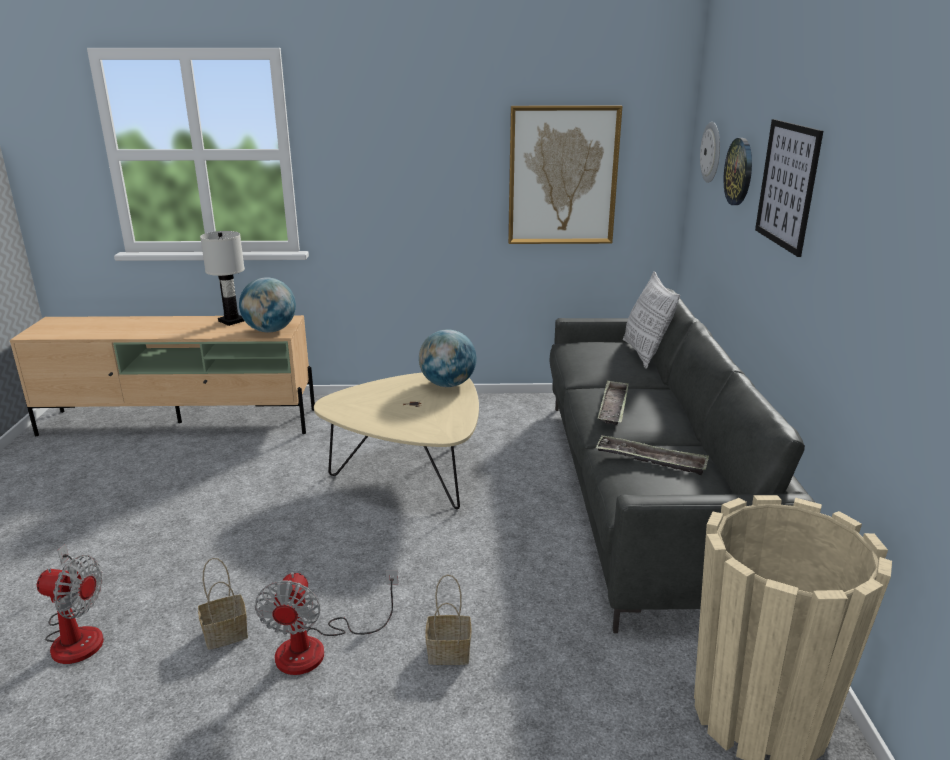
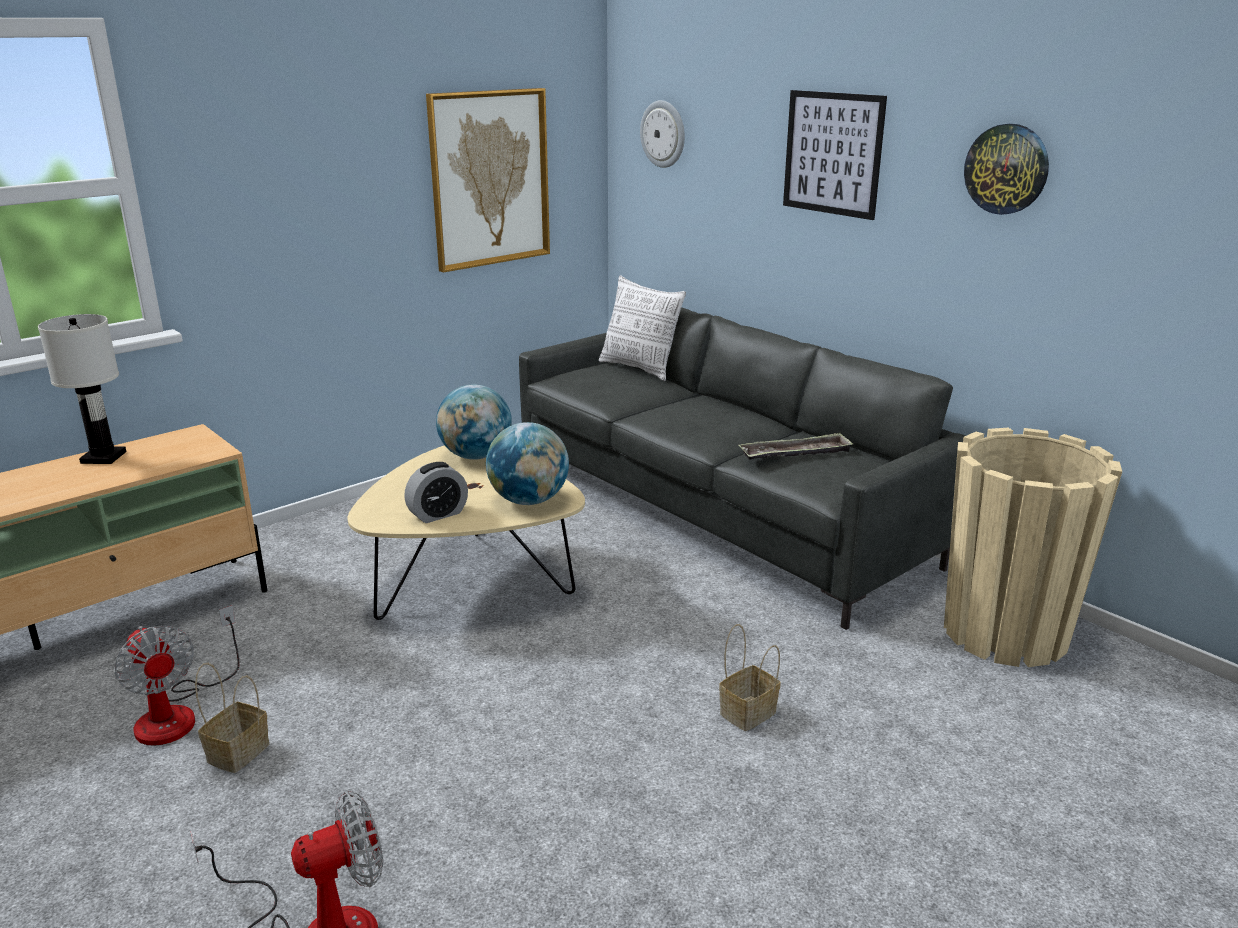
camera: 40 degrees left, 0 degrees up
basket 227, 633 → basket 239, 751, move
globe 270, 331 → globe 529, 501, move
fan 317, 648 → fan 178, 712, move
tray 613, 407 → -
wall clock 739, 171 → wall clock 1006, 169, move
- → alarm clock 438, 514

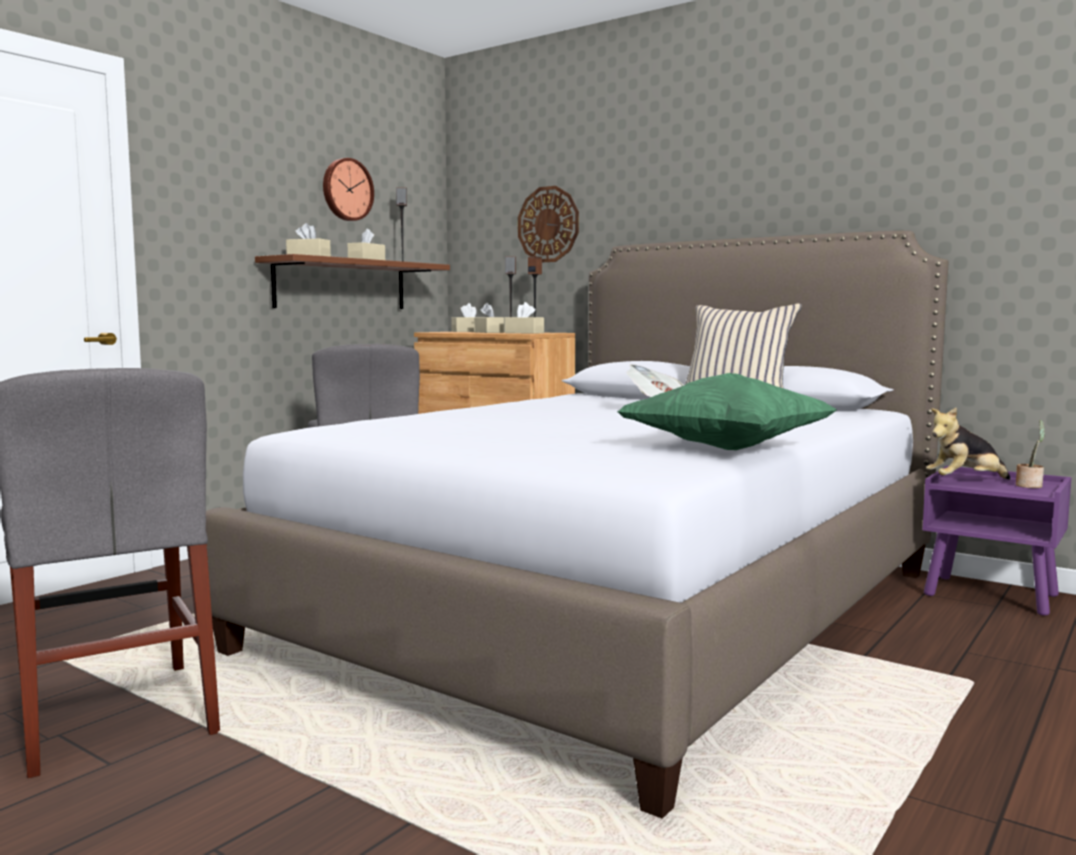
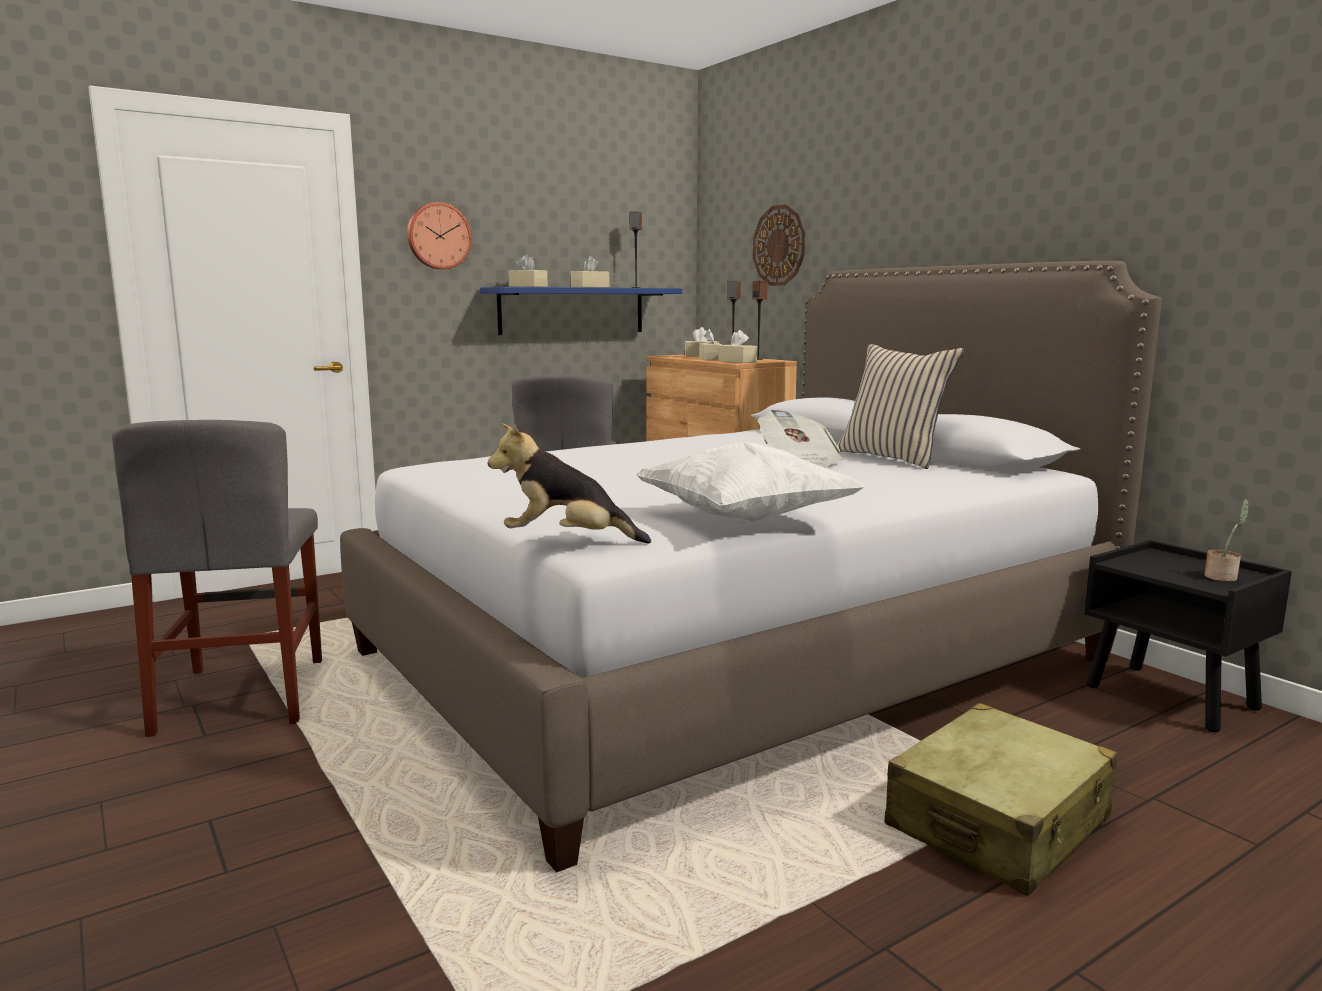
camera: 20 degrees right, 5 degrees up
shelf (brown) 341, 285 → shelf (blue) 572, 310
wall clock 346, 190 → wall clock 438, 236, move
pillow (green) 726, 448 → pillow (white) 744, 519
nightstand (purple) 992, 595 → nightstand (black) 1173, 698
plush toy 965, 482 → plush toy 567, 541, move
- → suitcase (beige) 998, 823

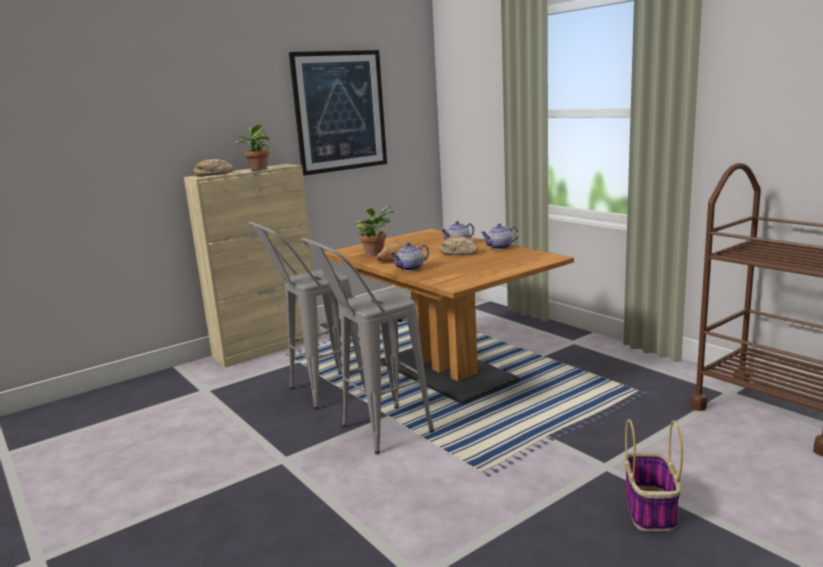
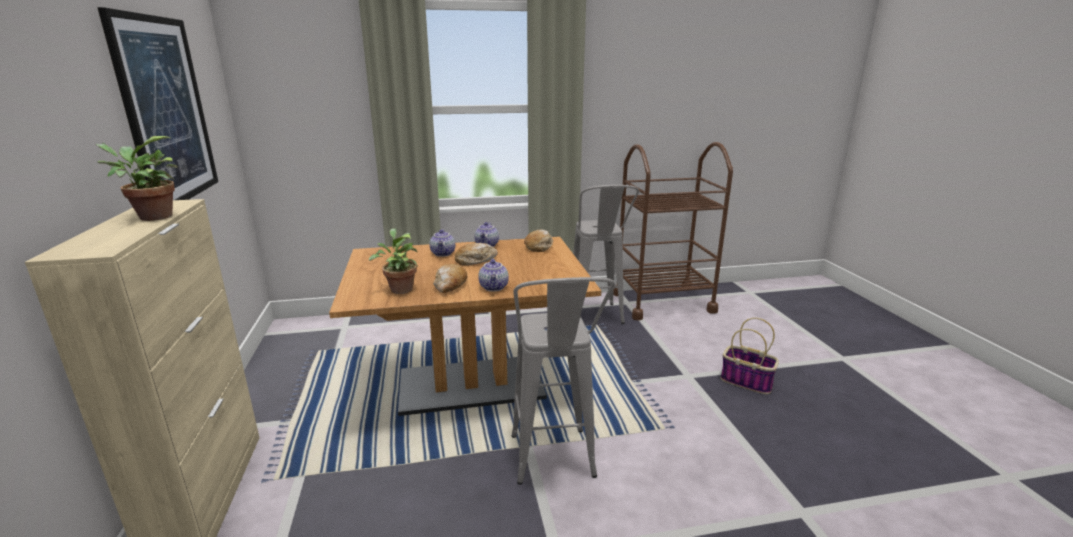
camera: 65 degrees left, 5 degrees up
bread 213, 174 → bread 539, 246, move
stool (grey) 317, 394 → stool (grey) 597, 319, move

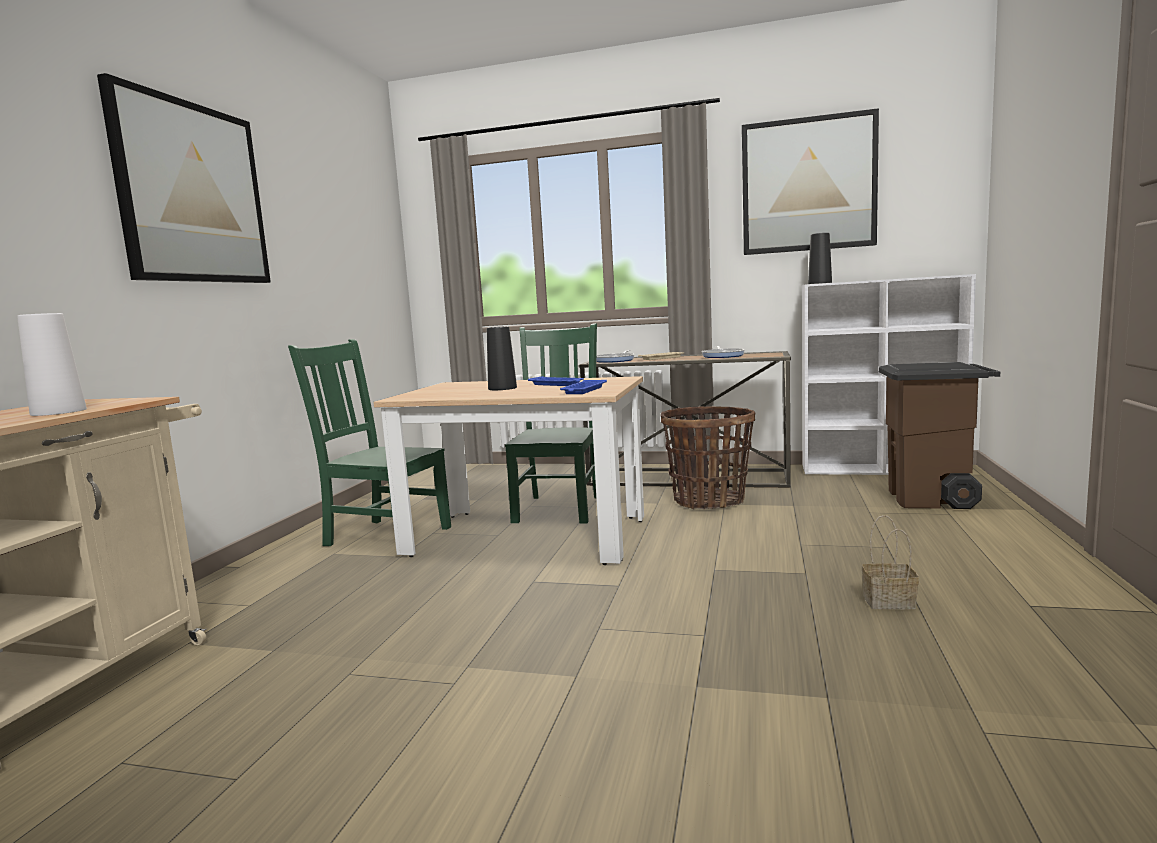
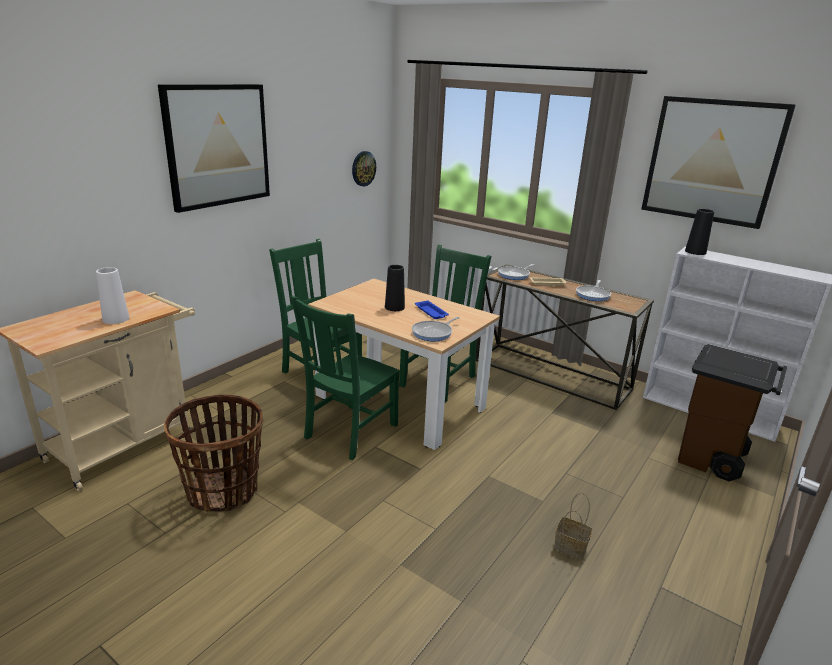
camera: 20 degrees right, 15 degrees up
tray (blue) 583, 390 → frying pan 434, 333
basket 709, 501 → basket 223, 491, move
- → chair (green) 349, 432
- → wall clock 363, 168

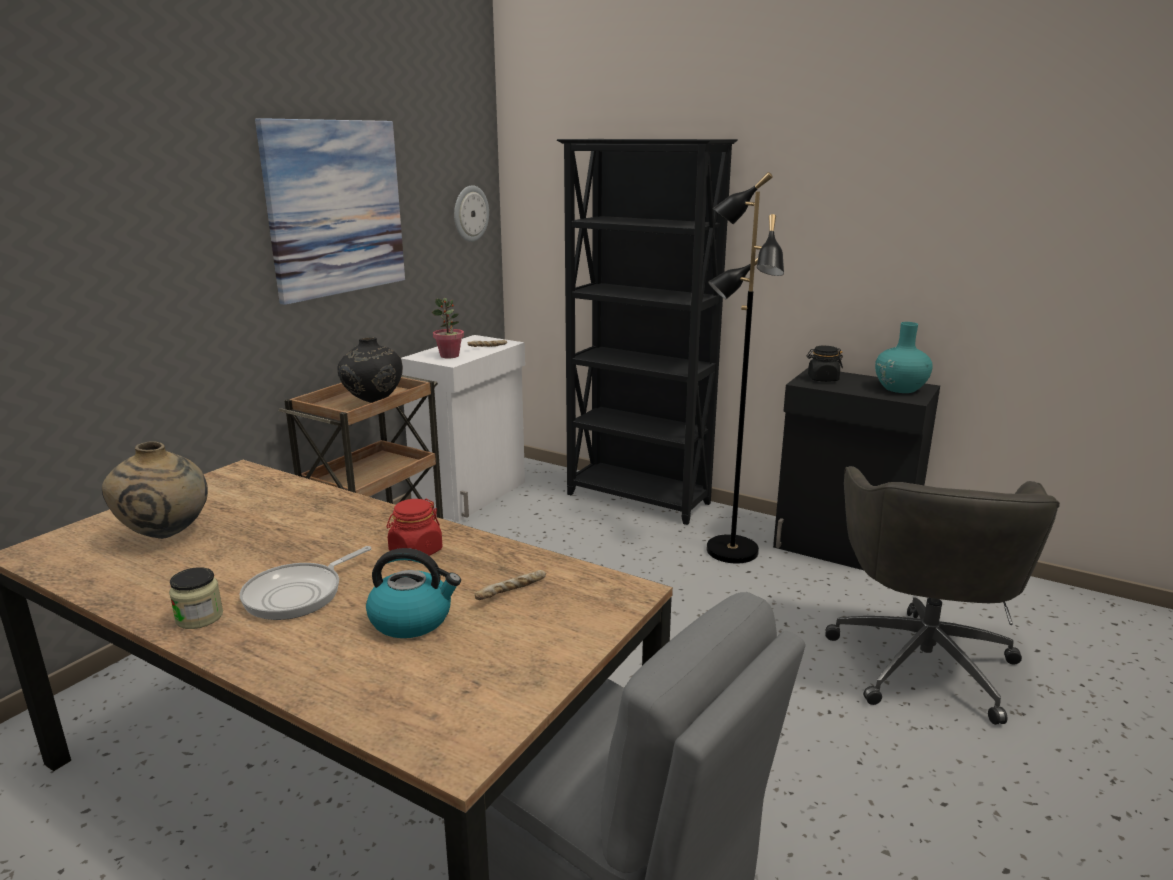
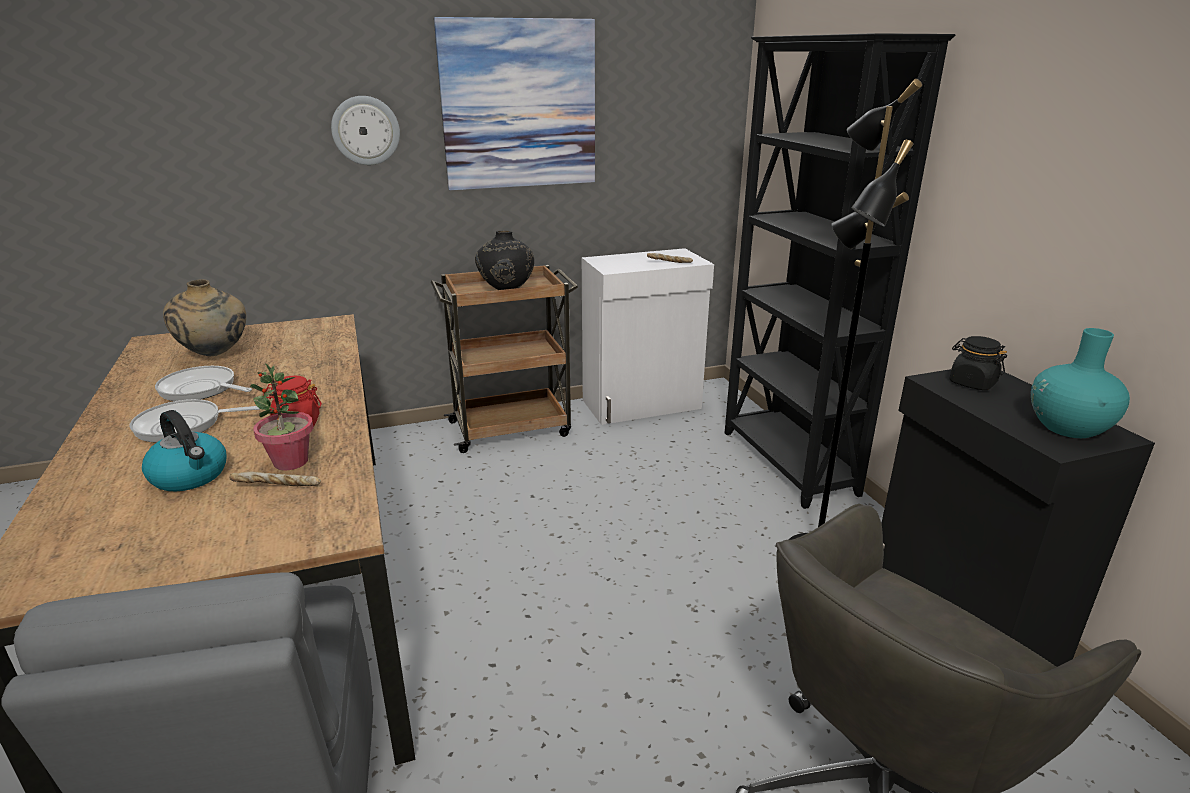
camera: 40 degrees right, 5 degrees up
jar 199, 617 → -
potted plant 449, 356 → potted plant 290, 462, move
wall clock 470, 213 → wall clock 365, 130, move
- → frying pan 201, 389

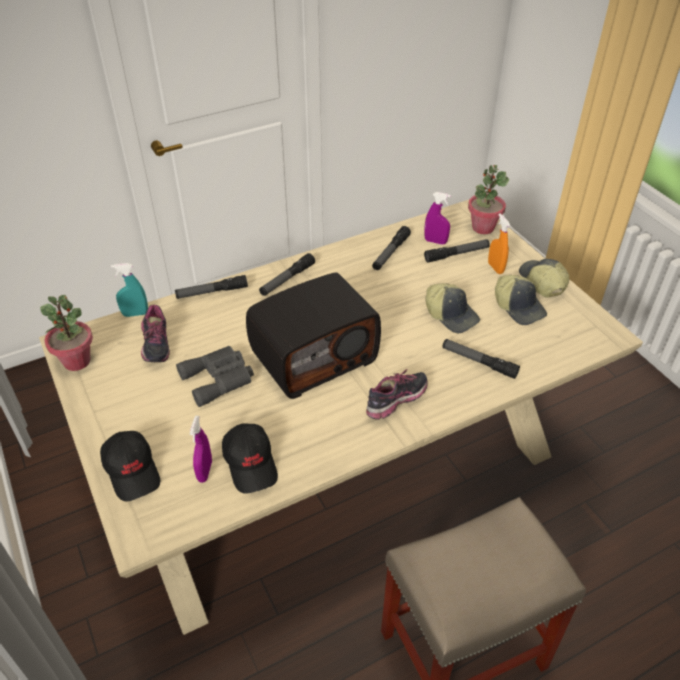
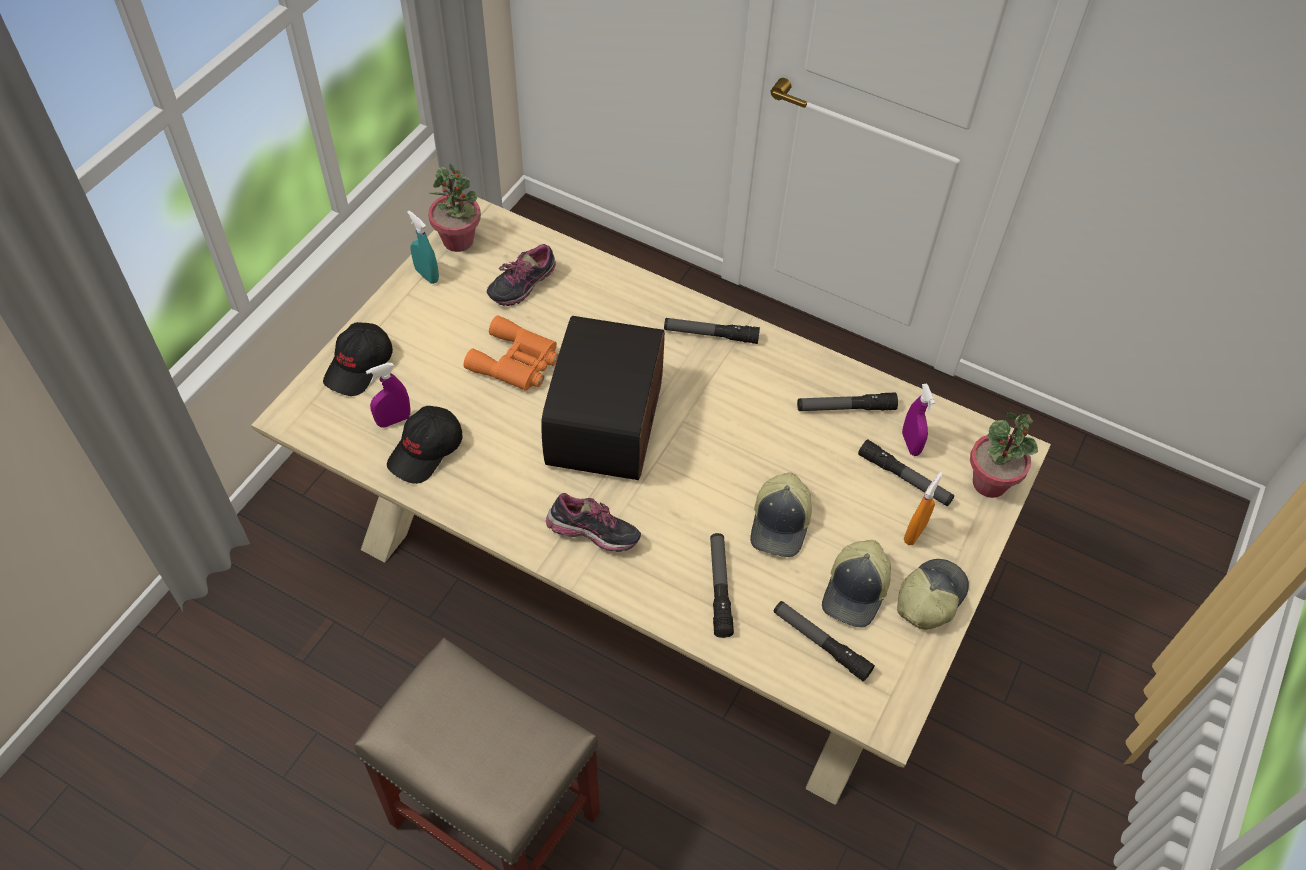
camera: 55 degrees right, 10 degrees up
spray bottle (turquoise) 135, 314 → spray bottle (turquoise) 427, 275, move
flashlight 212, 292 → flashlight 821, 643, move
binoculars (grey) 219, 378 → binoculars (orange) 516, 362
radio 314, 356 → radio 608, 425, 75 degrees clockwise

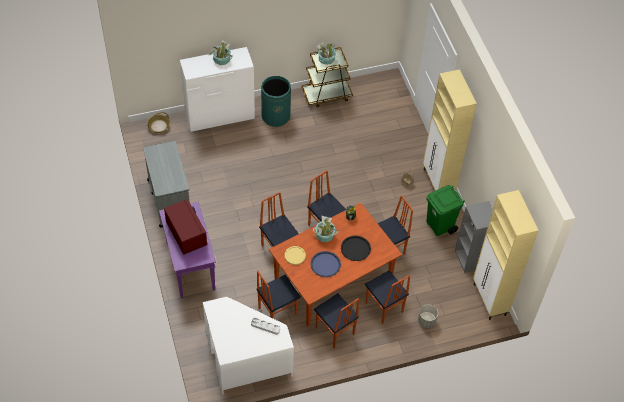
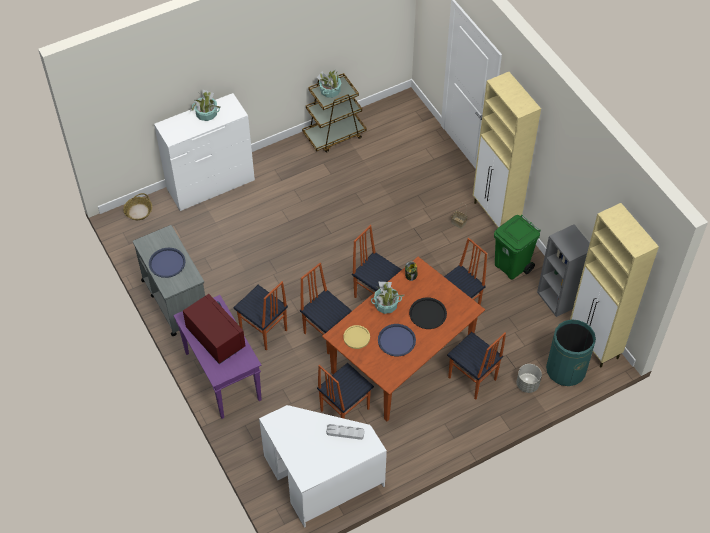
camera: 10 degrees left, 0 degrees up
trash can (green) 276, 116 → trash can (green) 565, 369, move
chair 334, 331 → chair 263, 331, move
- → tray (blue) 167, 263

